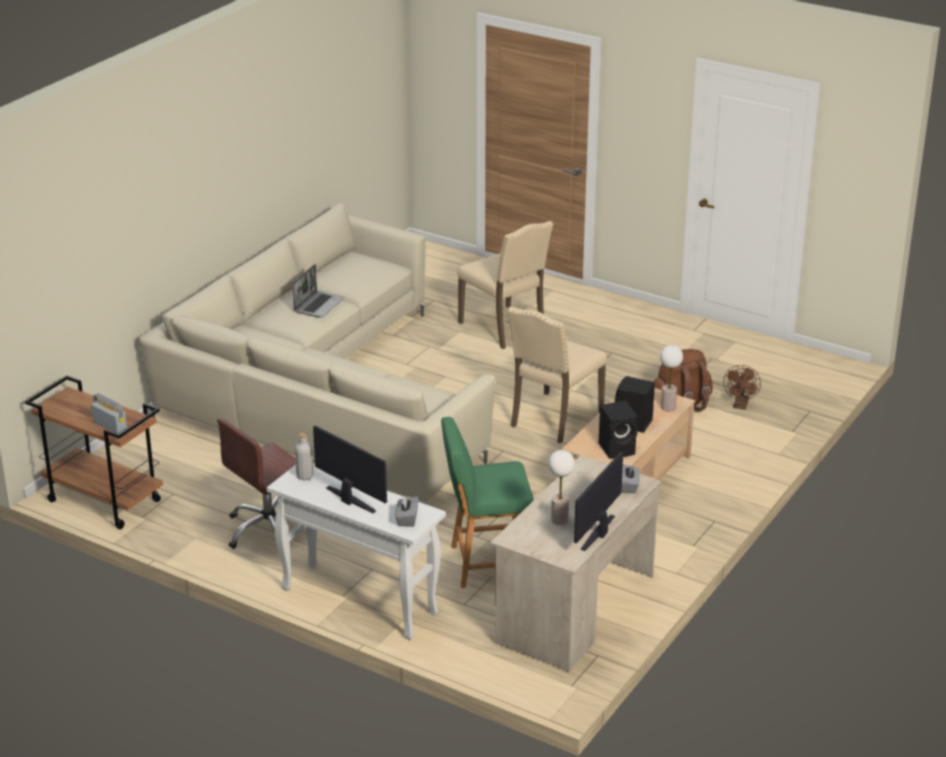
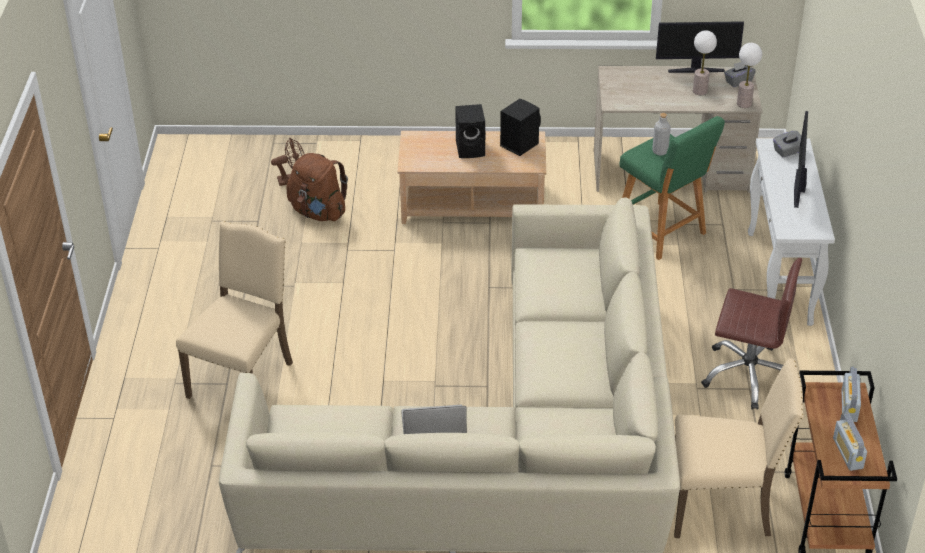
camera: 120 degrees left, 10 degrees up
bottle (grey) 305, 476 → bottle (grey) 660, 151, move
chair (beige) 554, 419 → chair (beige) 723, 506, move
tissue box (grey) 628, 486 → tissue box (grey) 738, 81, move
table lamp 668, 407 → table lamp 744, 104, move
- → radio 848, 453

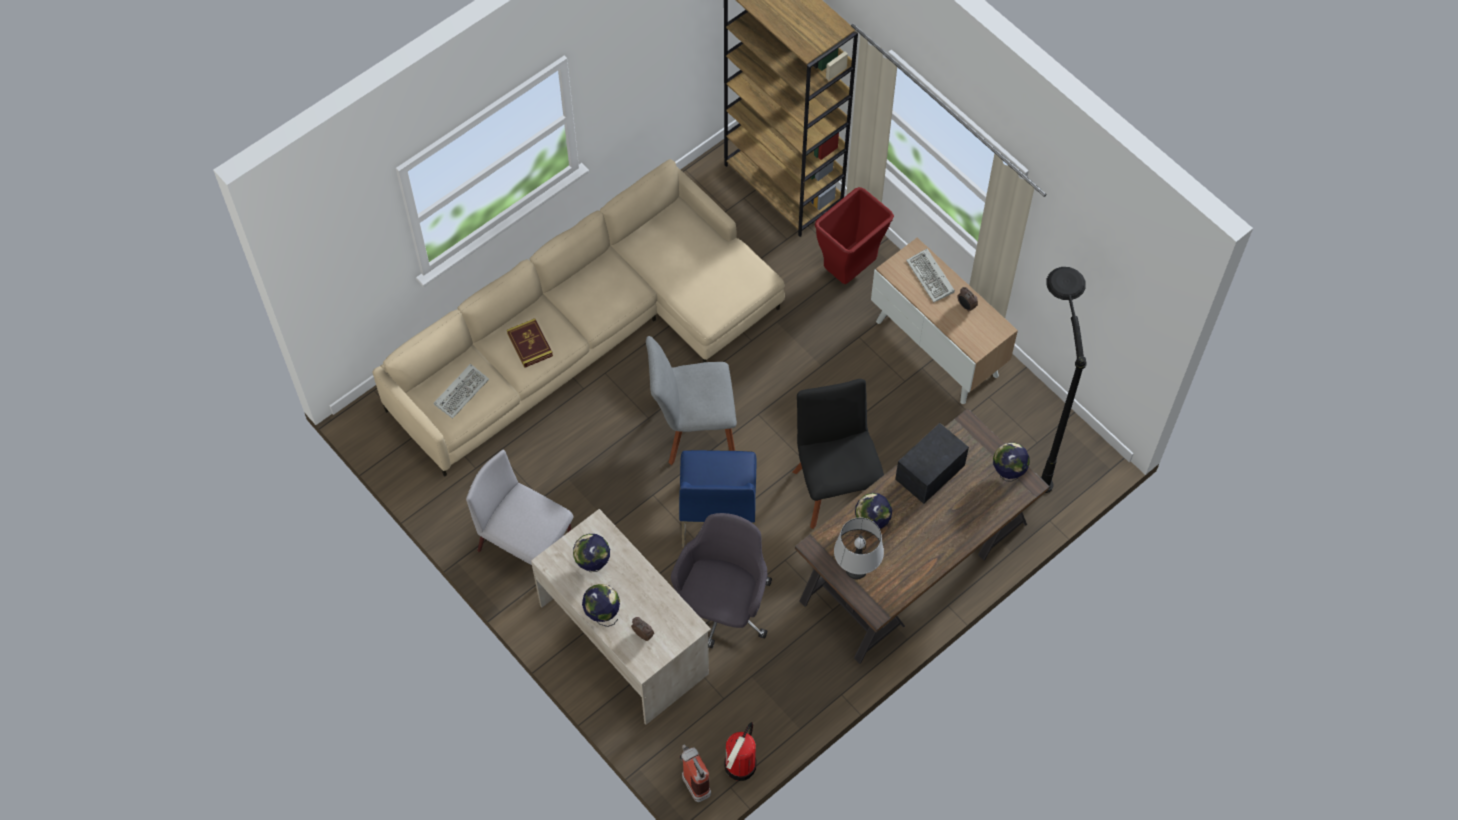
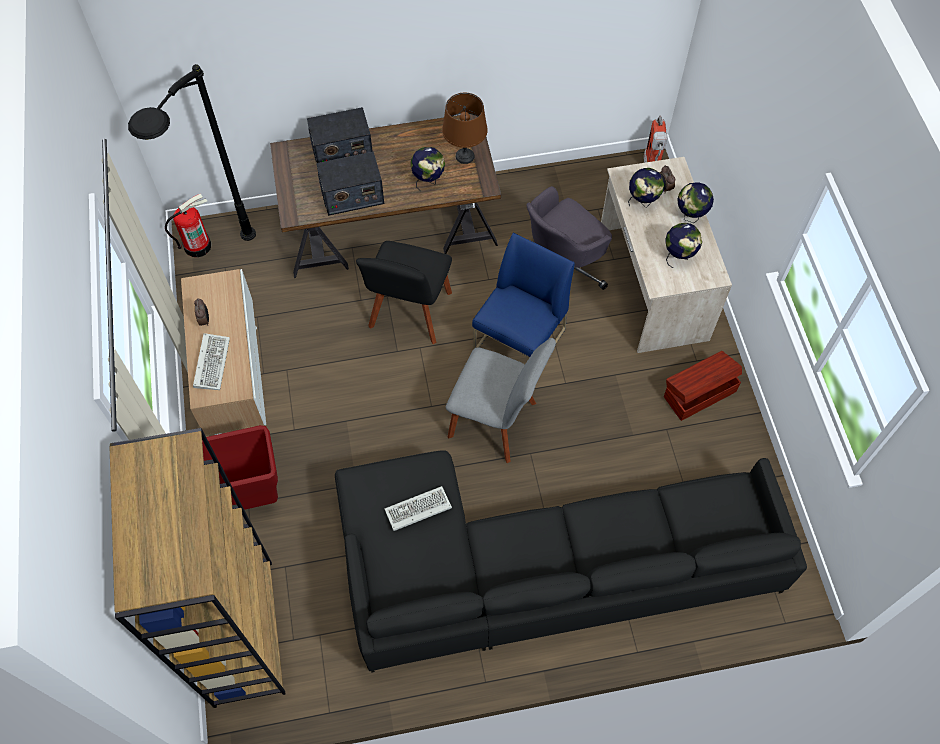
camera: 150 degrees left, 0 degrees up
sofa (beige) 589, 334 → sofa (black) 539, 567
keyboard 462, 391 → keyboard 417, 511, move
chair (grey) 527, 546 → storage box (brown) 698, 393
book 530, 344 → -
fire extinguisher 740, 766 → fire extinguisher 197, 245, move
table lamp (grey) 855, 569 → table lamp (brown) 465, 156
globe 1007, 473 → globe 642, 202, move
- → radio 342, 151

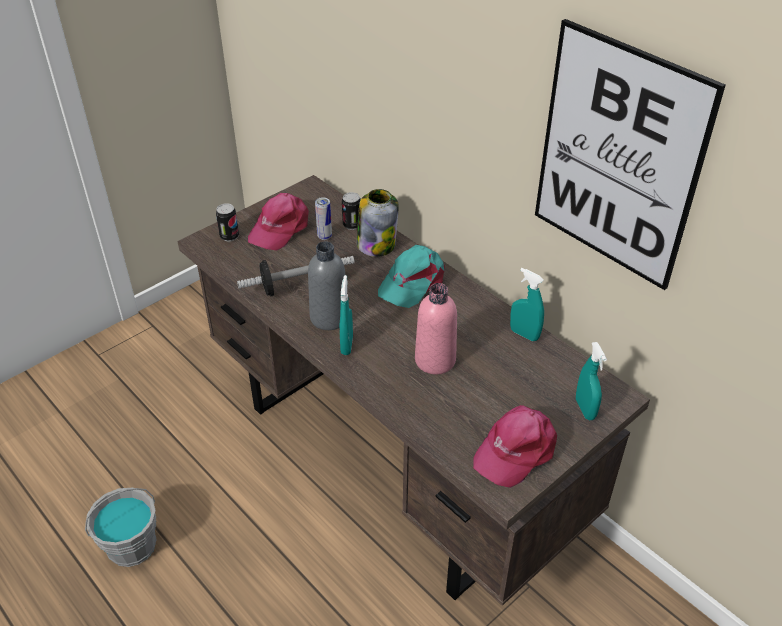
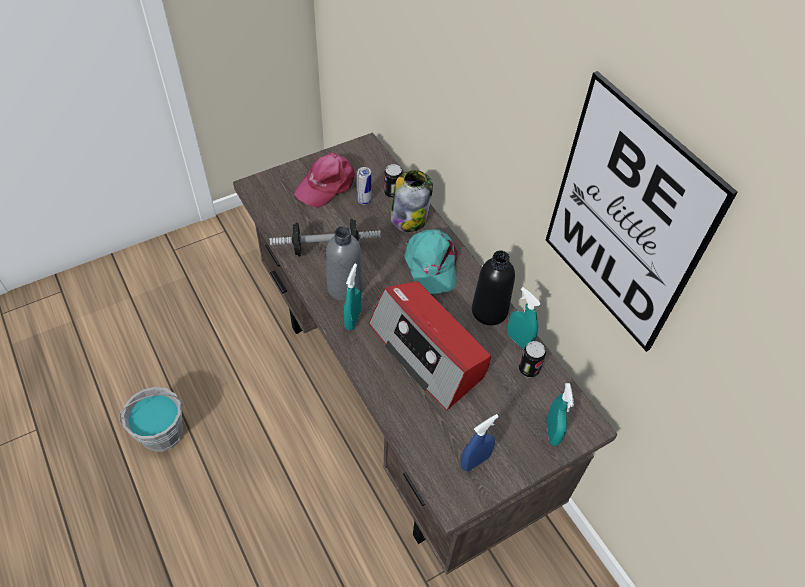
camera: 10 degrees right, 10 degrees up
can 229, 236 → can 528, 369, move
cap (turquoise) 412, 282 → cap (turquoise) 431, 265, 60 degrees counterclockwise
bottle (pink) 435, 360 → radio 428, 352
cap (pink) 515, 450 → spray bottle (blue) 475, 461
- → bottle (black) 489, 311

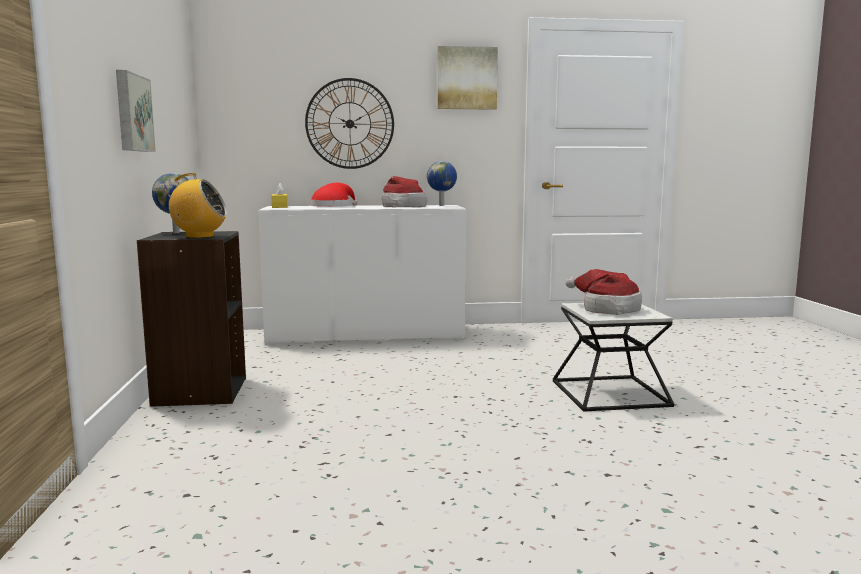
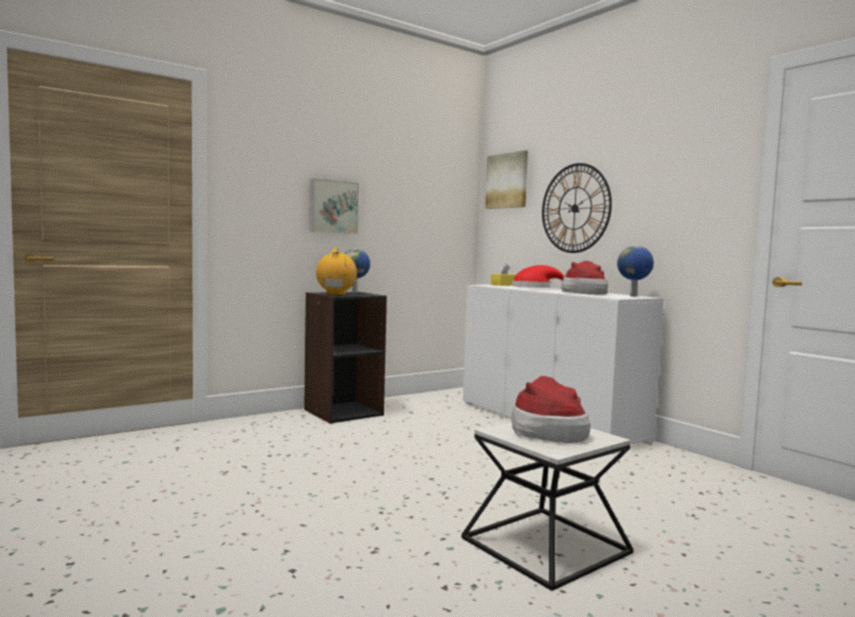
camera: 60 degrees right, 5 degrees down
radio 199, 237 → radio 336, 294, 150 degrees counterclockwise
picture 466, 78 → picture 507, 181, move

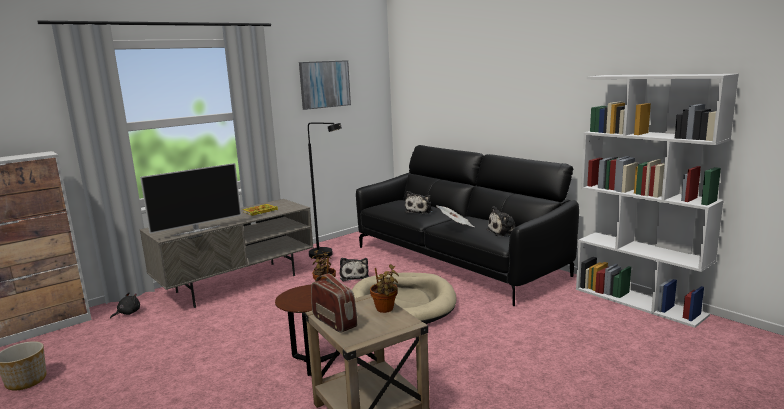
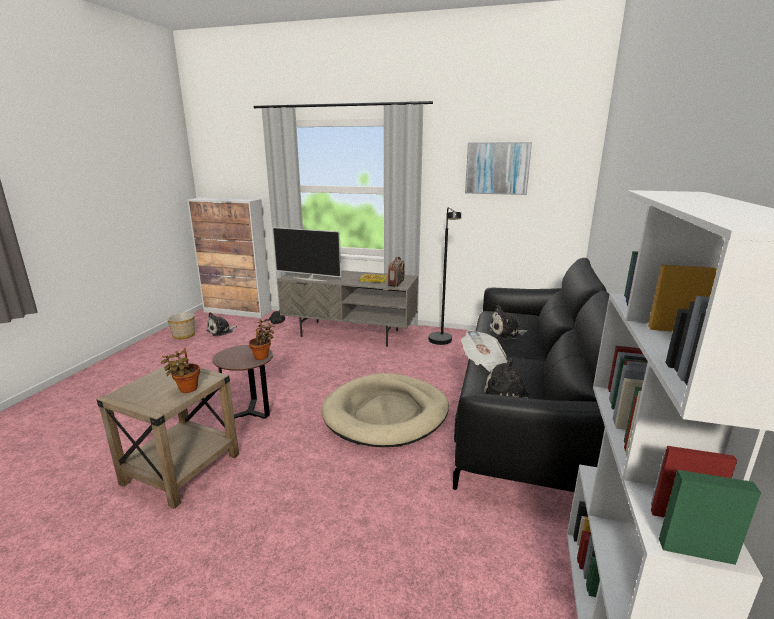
camera: 55 degrees right, 5 degrees up
radio 335, 322 → radio 396, 283, move
plush toy 354, 276 → plush toy 221, 331, move

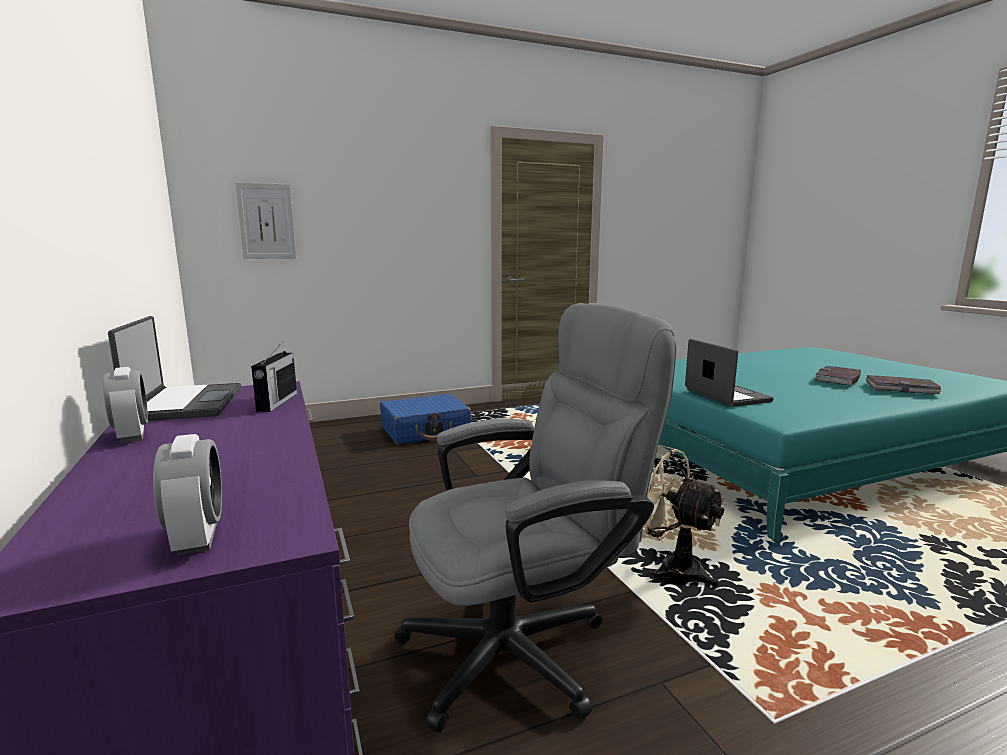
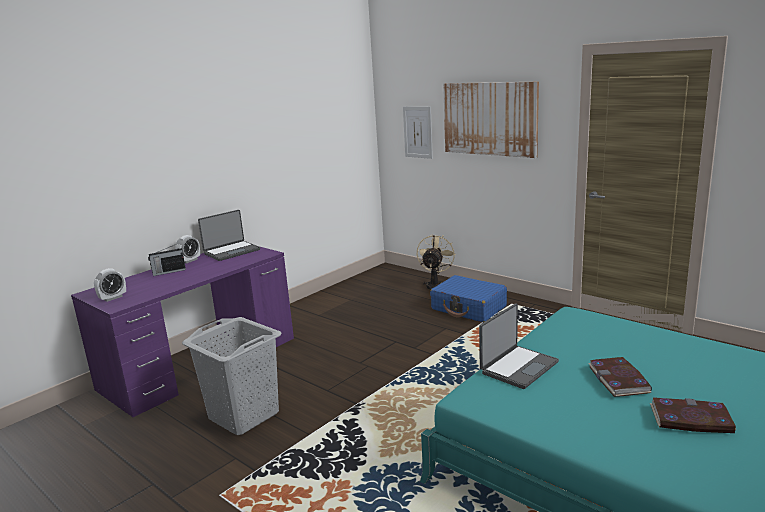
camera: 65 degrees right, 5 degrees up
radio 276, 402 → radio 168, 272, move
office chair (grey) 525, 647 → laundry basket (grey) 244, 416
fan (beige) 670, 568 → fan (beige) 435, 285, move
book 901, 388 → book 619, 379, move
- → picture 489, 119

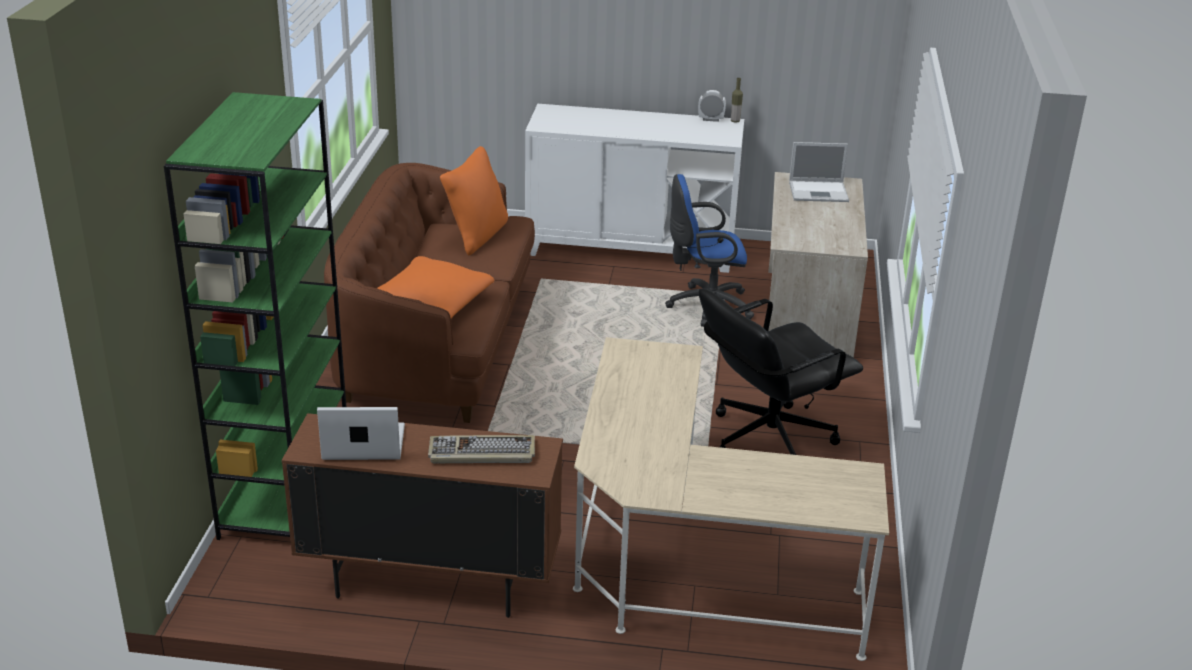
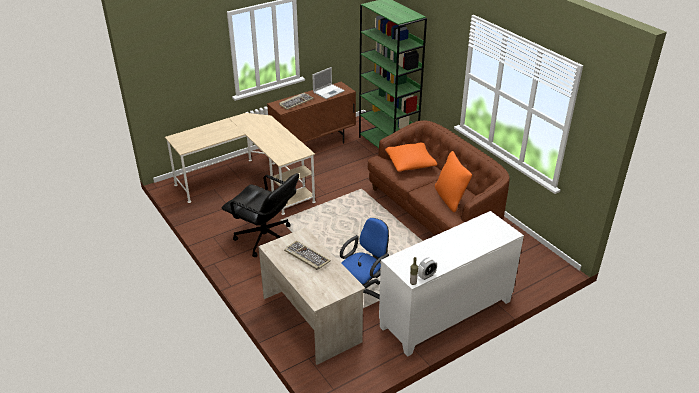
camera: 140 degrees right, 5 degrees up
office chair (black) 768, 439 → office chair (black) 265, 239, 105 degrees clockwise
laptop 819, 192 → -
- → keyboard 306, 256

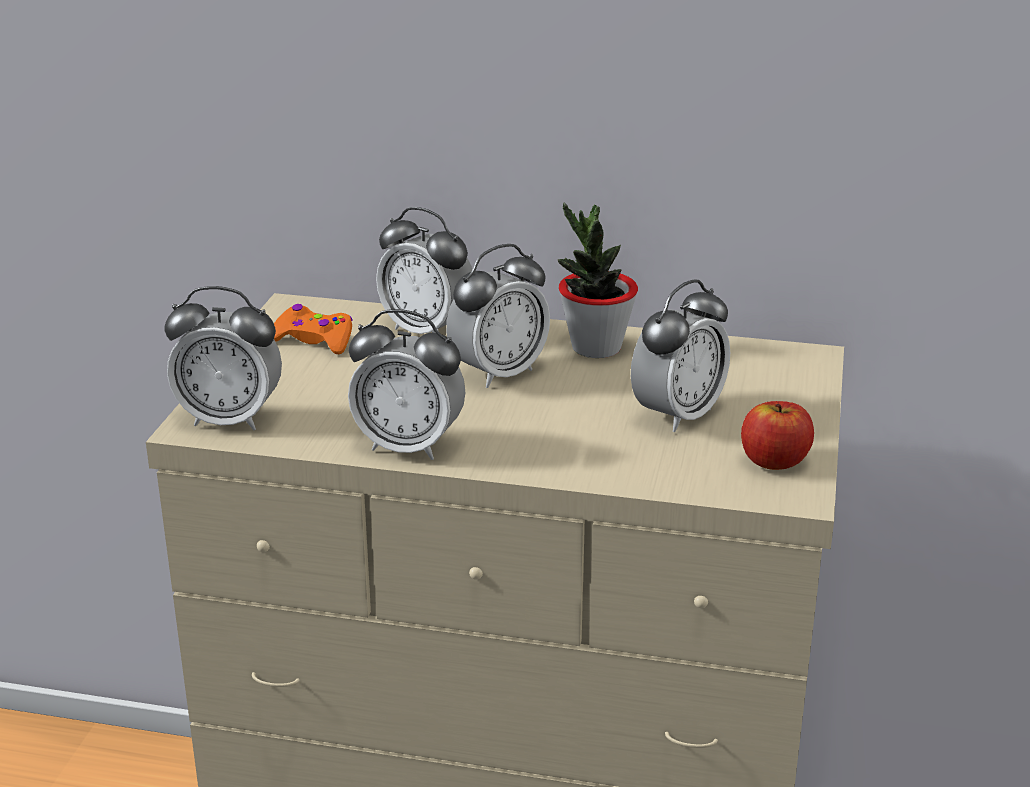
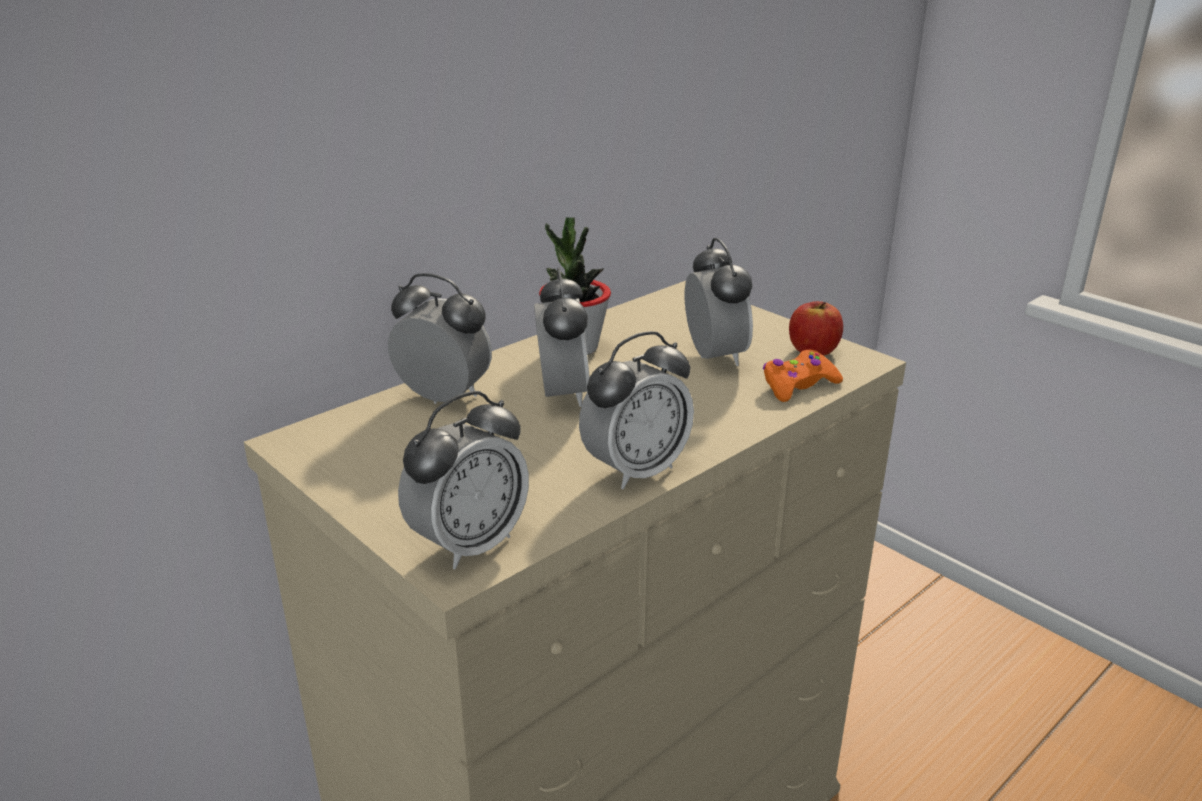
camera: 55 degrees left, 0 degrees up
game controller (orange) 314, 340 → game controller (orange) 798, 385, move
alarm clock 427, 330 → alarm clock 443, 397, 135 degrees counterclockwise

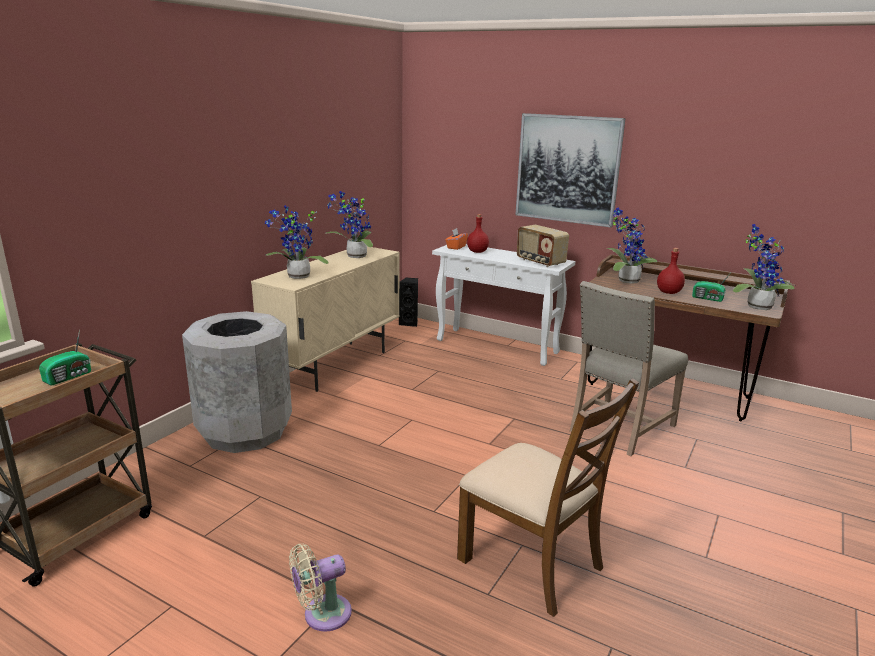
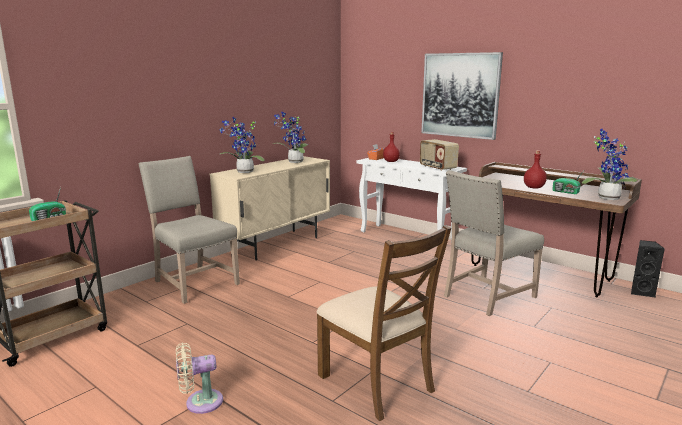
camera: 10 degrees right, 5 degrees down
trash can (grey) 244, 431 → chair (beige) 193, 282
speaker (black) 409, 323 → speaker (black) 641, 292, move
potted plant 625, 280 → -

